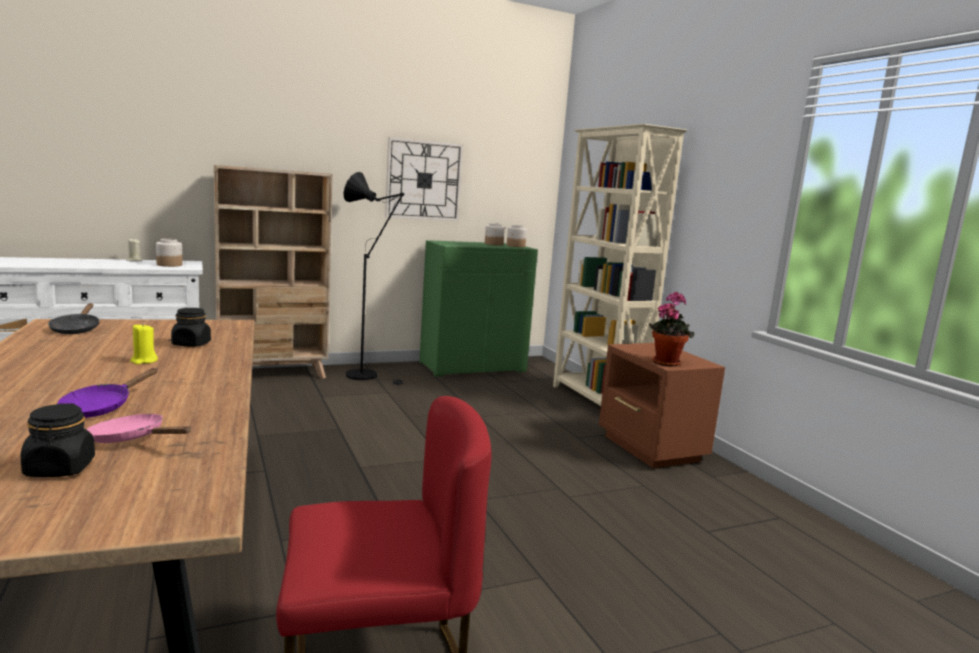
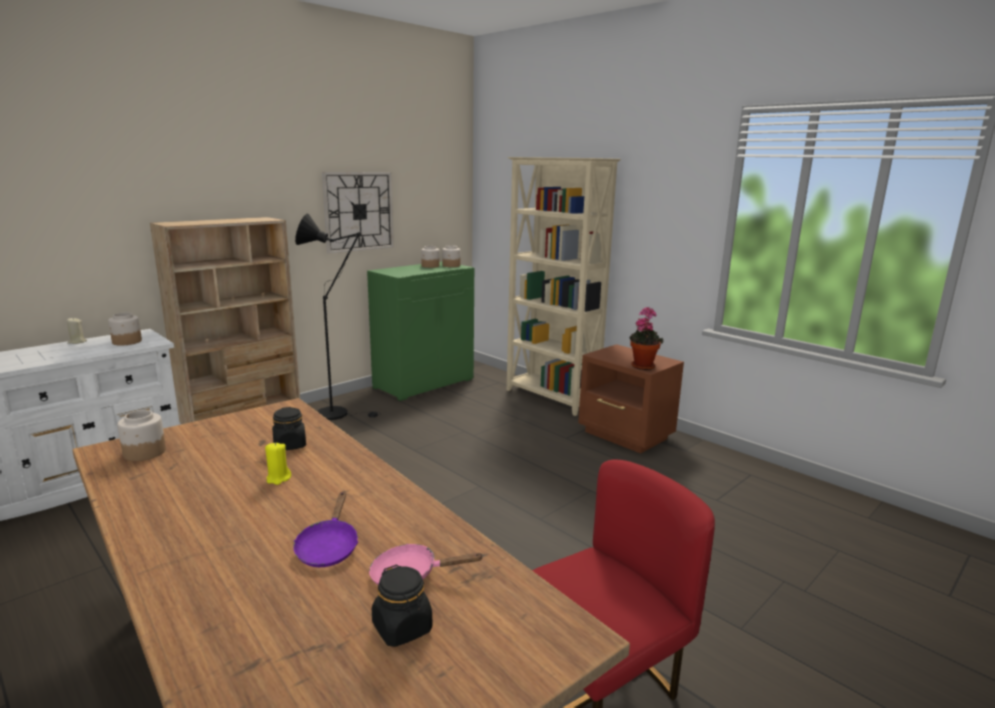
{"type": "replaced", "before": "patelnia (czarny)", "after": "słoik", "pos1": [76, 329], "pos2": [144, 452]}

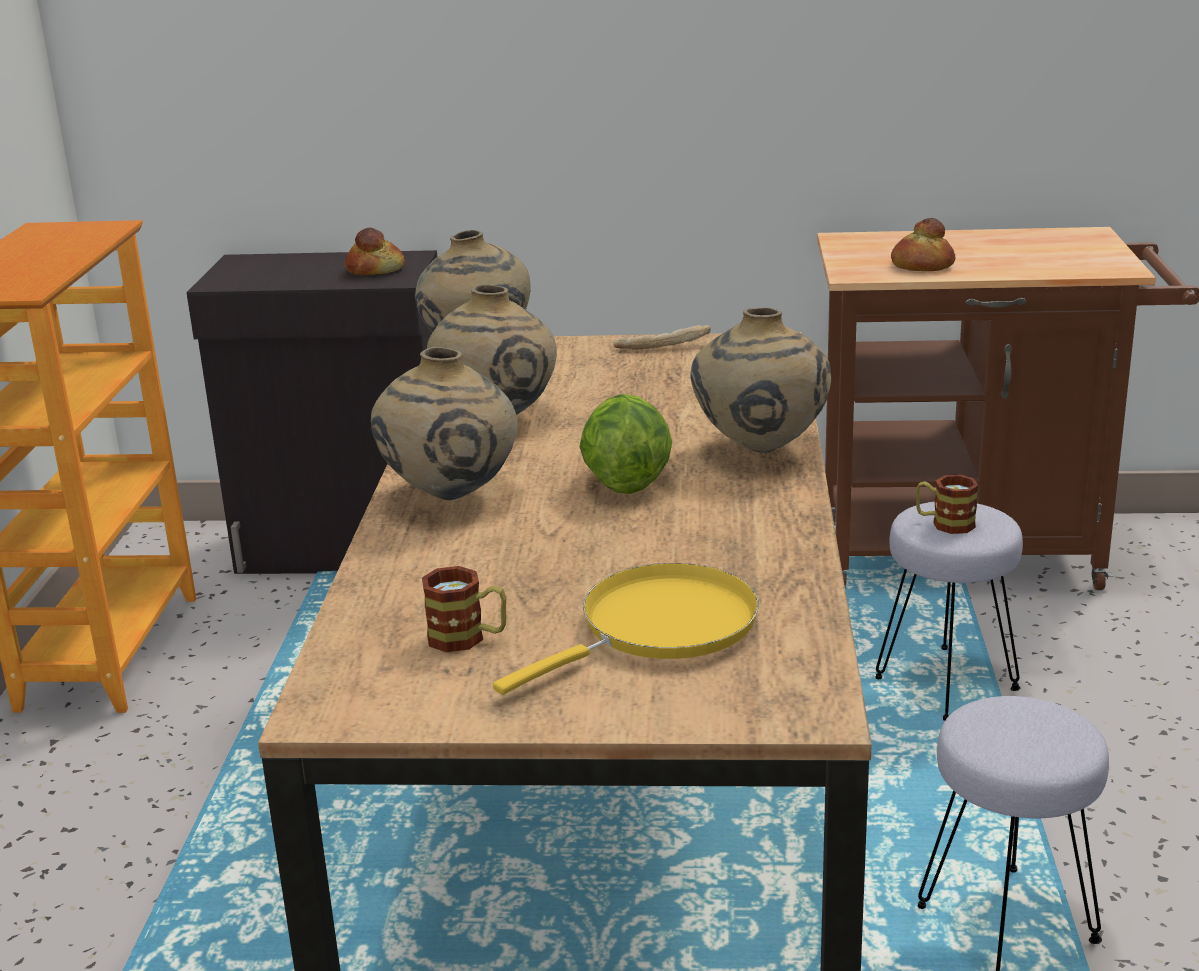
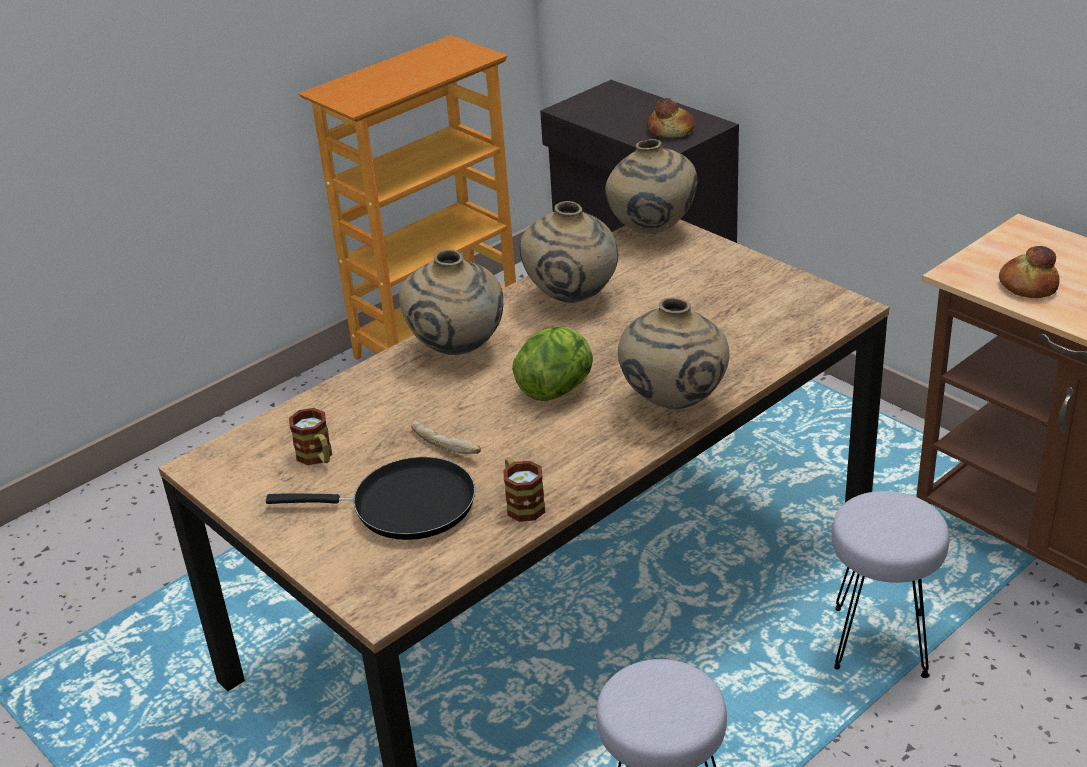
{"type": "recoloured", "before": "patelnia (żółty)", "after": "patelnia (czarny)", "pos1": [659, 628], "pos2": [405, 506]}
{"type": "moved", "before": "chleb", "pos1": [661, 346], "pos2": [446, 445]}
{"type": "moved", "before": "kubek", "pos1": [944, 523], "pos2": [522, 503]}

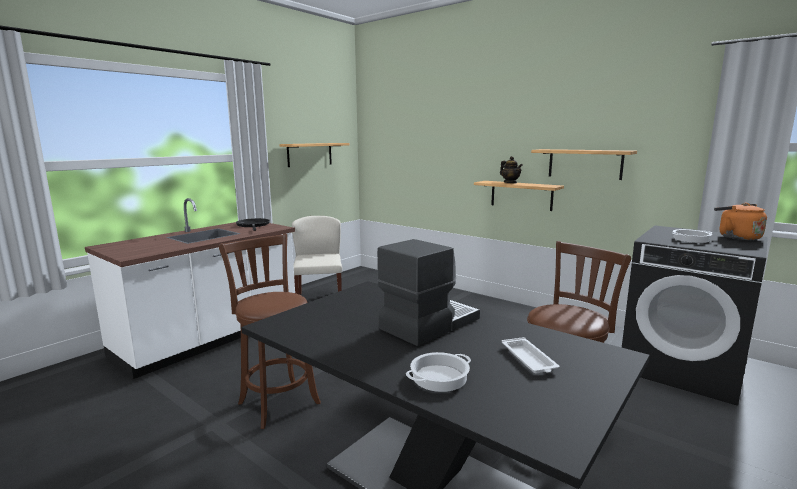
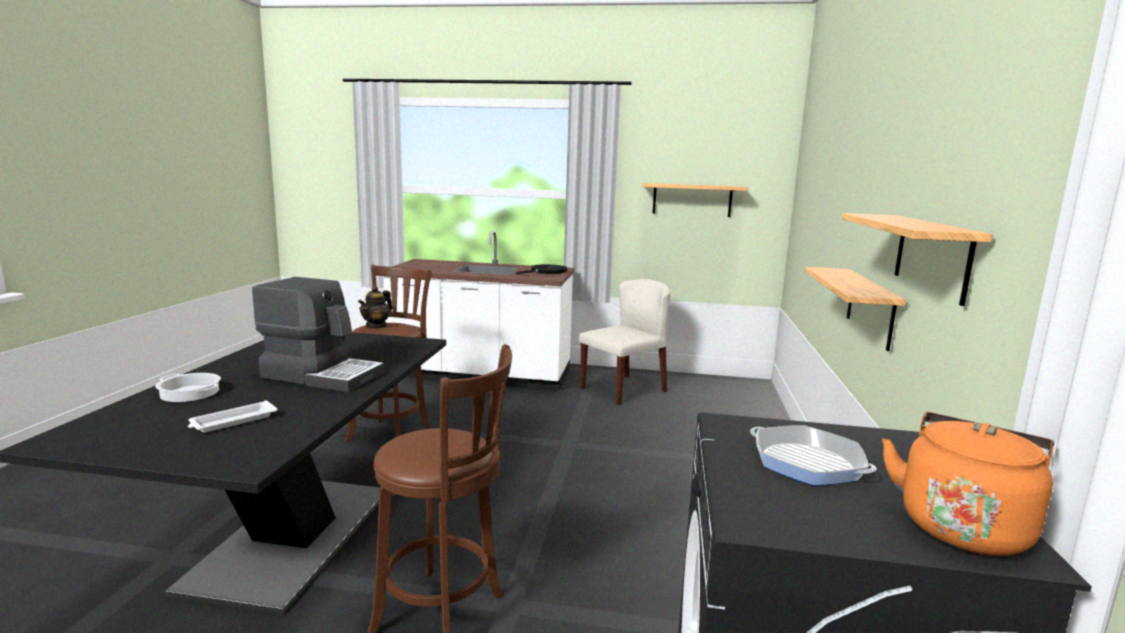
{"type": "moved", "before": "imbryk", "pos1": [510, 183], "pos2": [376, 326]}
{"type": "replaced", "before": "garnek", "after": "patelnia", "pos1": [691, 239], "pos2": [807, 463]}

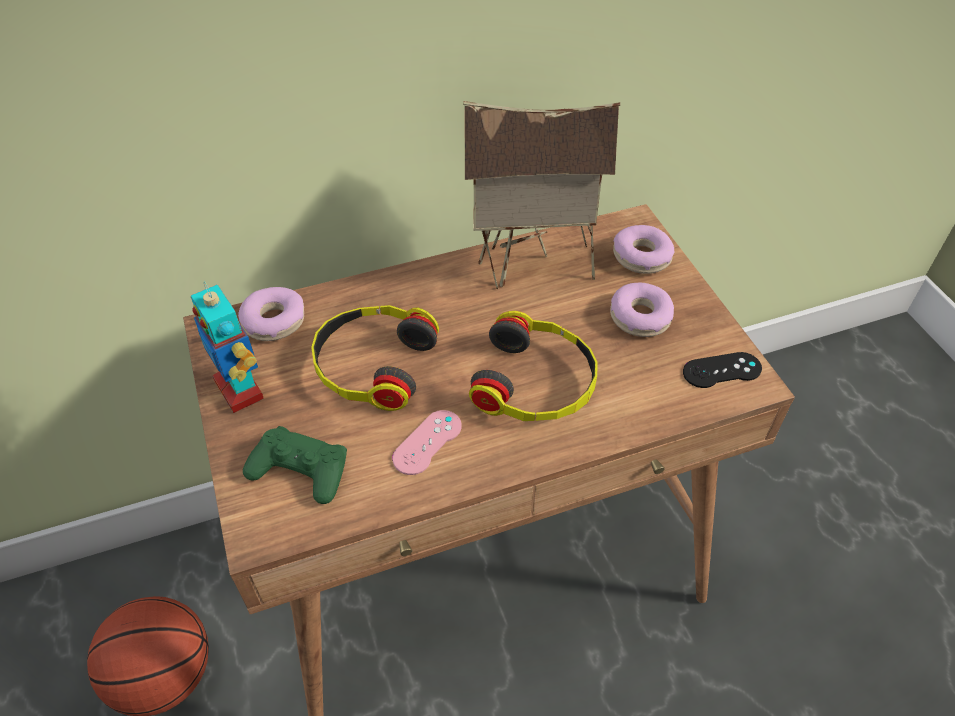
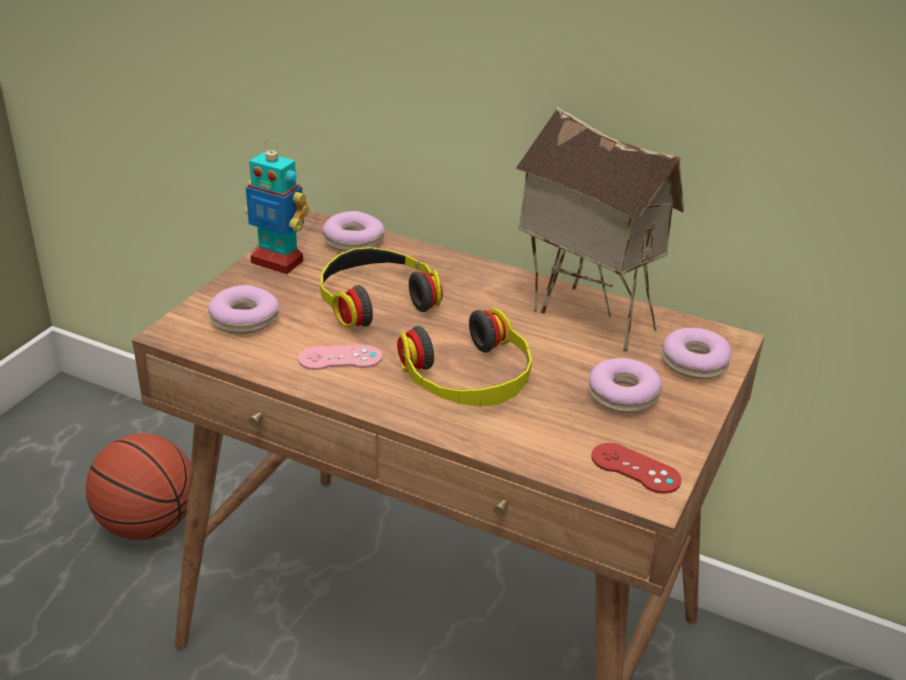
{"type": "turned", "before": "robot zabawkowy", "pos1": [240, 389], "pos2": [278, 261], "turn": -75}
{"type": "replaced", "before": "pad do gier (zielony)", "after": "donut", "pos1": [300, 470], "pos2": [244, 319]}
{"type": "recoloured", "before": "pad do gier (czarny)", "after": "pad do gier (czerwony)", "pos1": [722, 370], "pos2": [635, 468]}

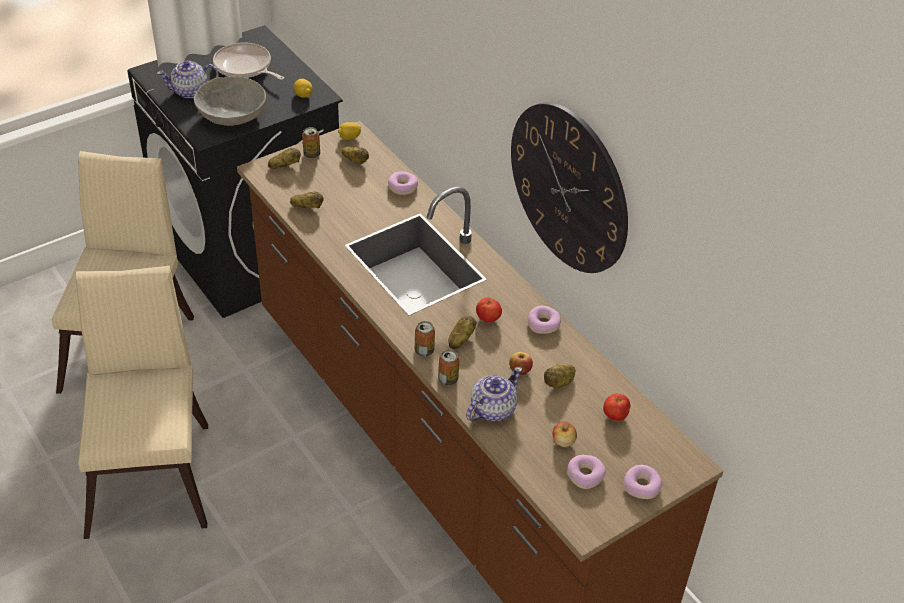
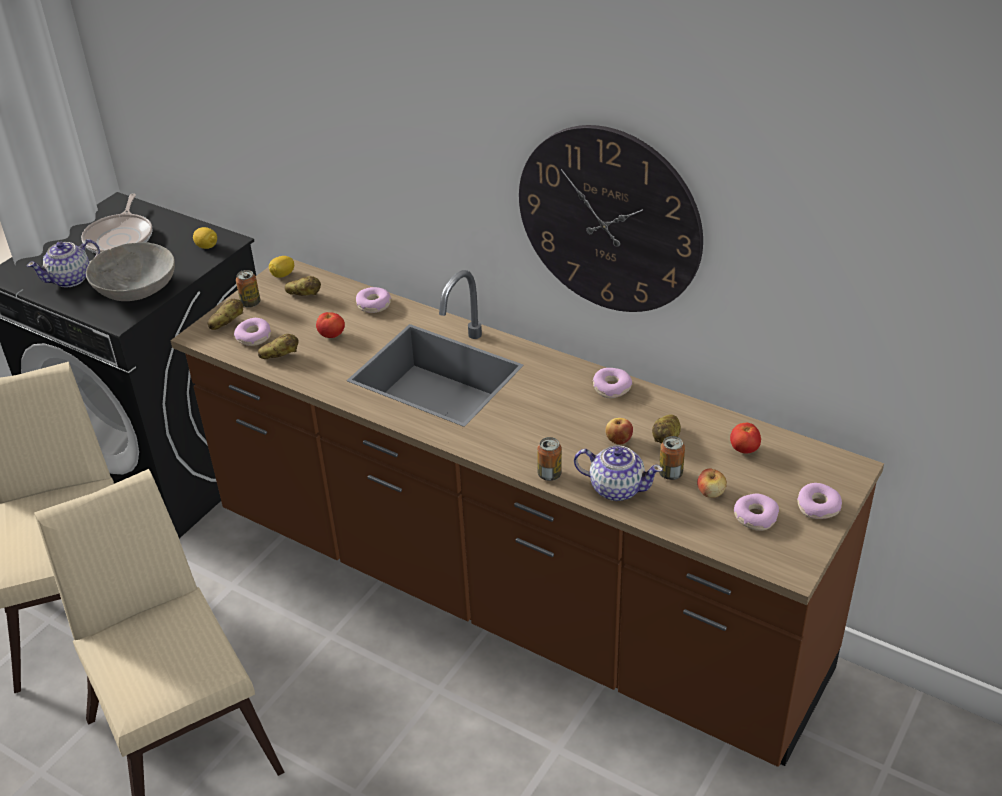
{"type": "turned", "before": "patelnia", "pos1": [245, 67], "pos2": [120, 238], "turn": -105}
{"type": "moved", "before": "puszka", "pos1": [424, 350], "pos2": [670, 473]}
{"type": "removed", "before": "ziemniak", "pos1": [460, 339]}
{"type": "turned", "before": "imbryk", "pos1": [492, 409], "pos2": [616, 488], "turn": 90}
{"type": "moved", "before": "pomidor", "pos1": [488, 319], "pos2": [332, 335]}
{"type": "added", "after": "donut", "pos2": [254, 337]}

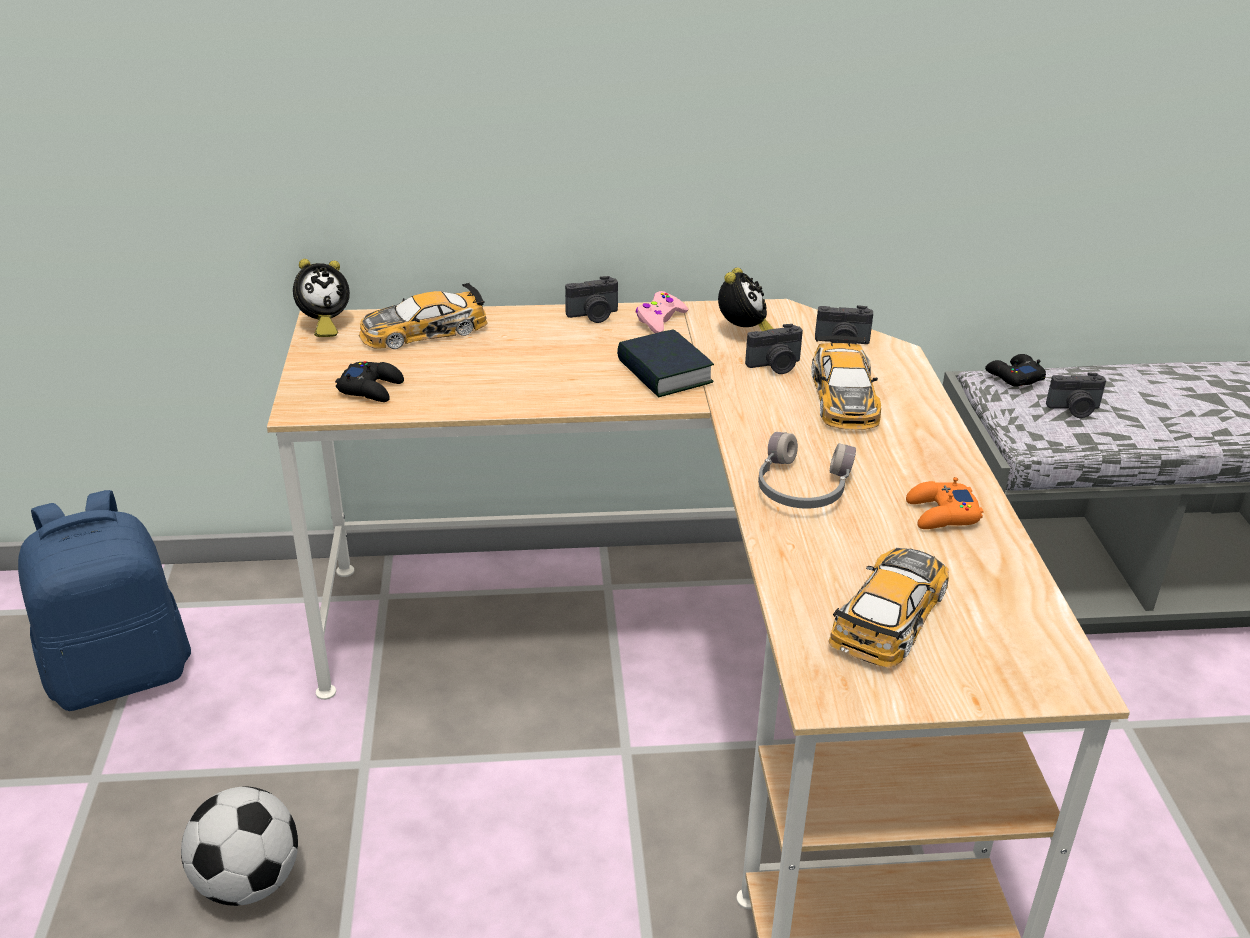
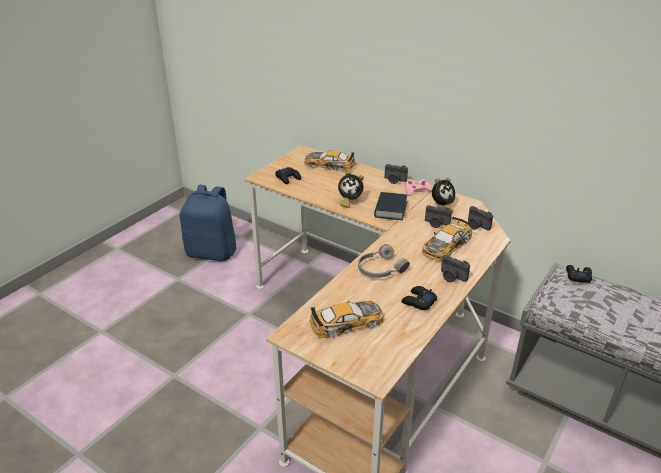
{"type": "removed", "before": "piłka futbolowa", "pos1": [248, 882]}
{"type": "moved", "before": "budzik", "pos1": [323, 325], "pos2": [349, 201]}
{"type": "recoloured", "before": "pad do gier (pomarańczowy)", "after": "pad do gier (czarny)", "pos1": [941, 514], "pos2": [418, 301]}
{"type": "moved", "before": "aparat fotograficzny", "pos1": [1074, 410], "pos2": [452, 277]}

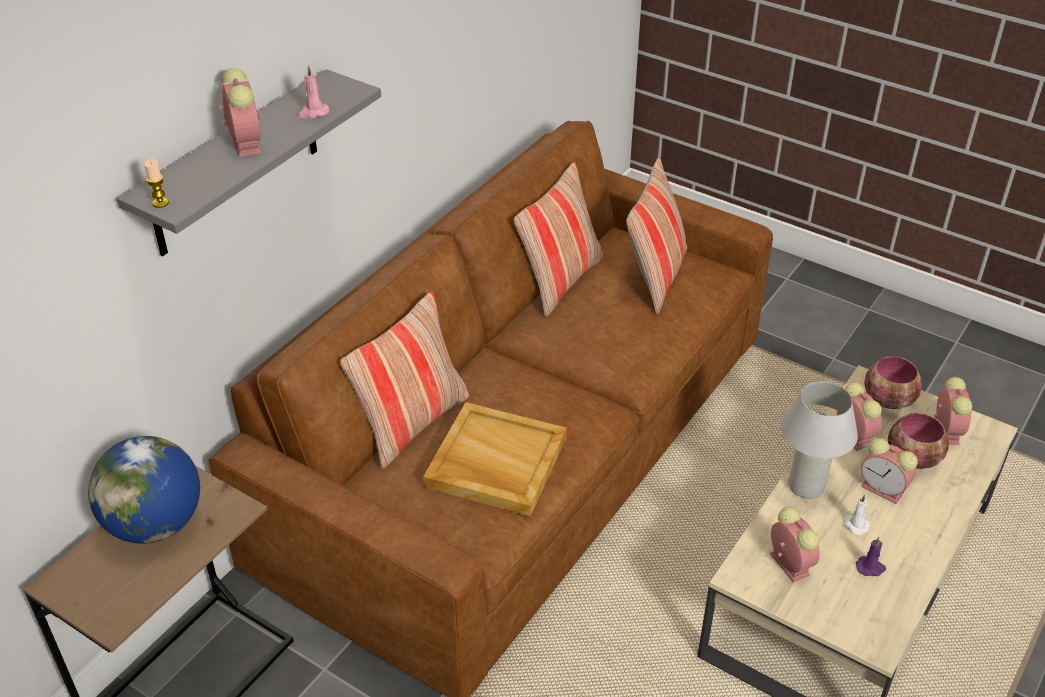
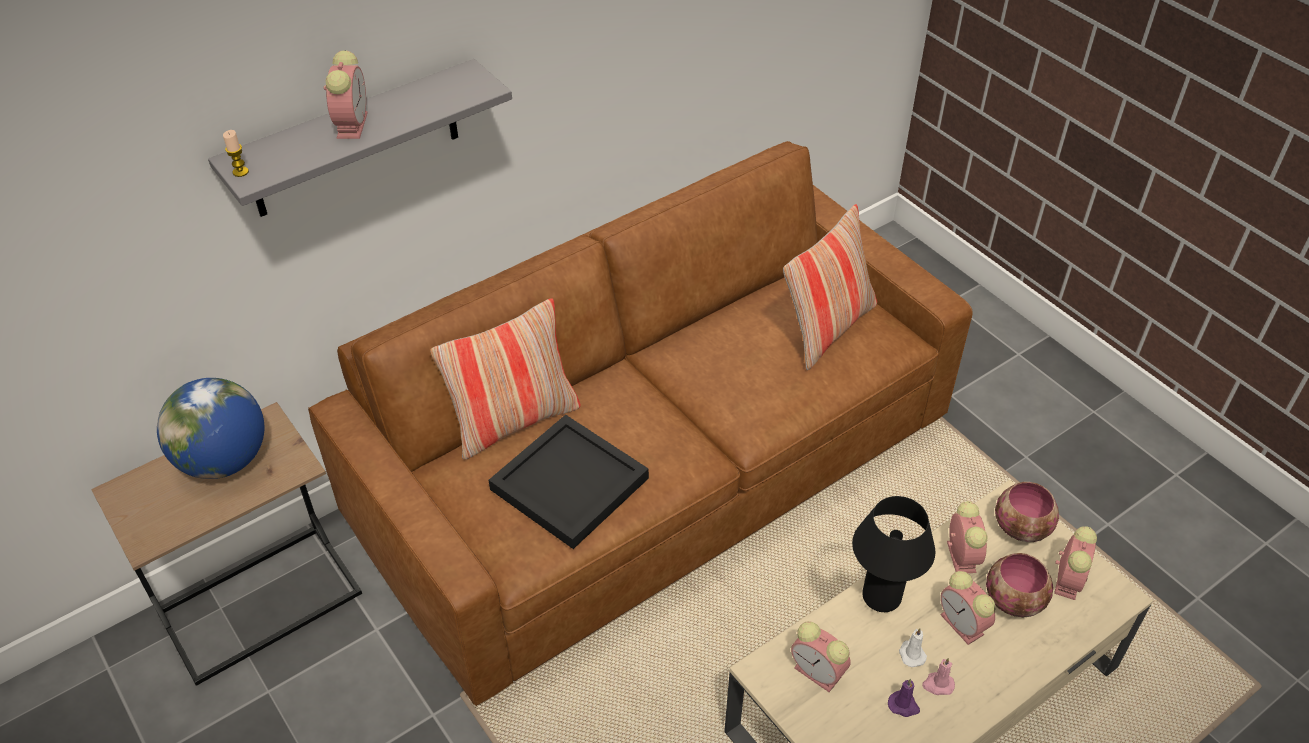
{"type": "moved", "before": "świeca (różowy)", "pos1": [313, 112], "pos2": [937, 684]}
{"type": "recoloured", "before": "taca (beżowy)", "after": "taca (czarny)", "pos1": [495, 462], "pos2": [568, 484]}
{"type": "removed", "before": "poduszka", "pos1": [560, 281]}
{"type": "turned", "before": "budzik", "pos1": [788, 563], "pos2": [819, 673], "turn": 135}
{"type": "recoloured", "before": "lampa stołowa (biały)", "after": "lampa stołowa (czarny)", "pos1": [806, 486], "pos2": [881, 597]}

